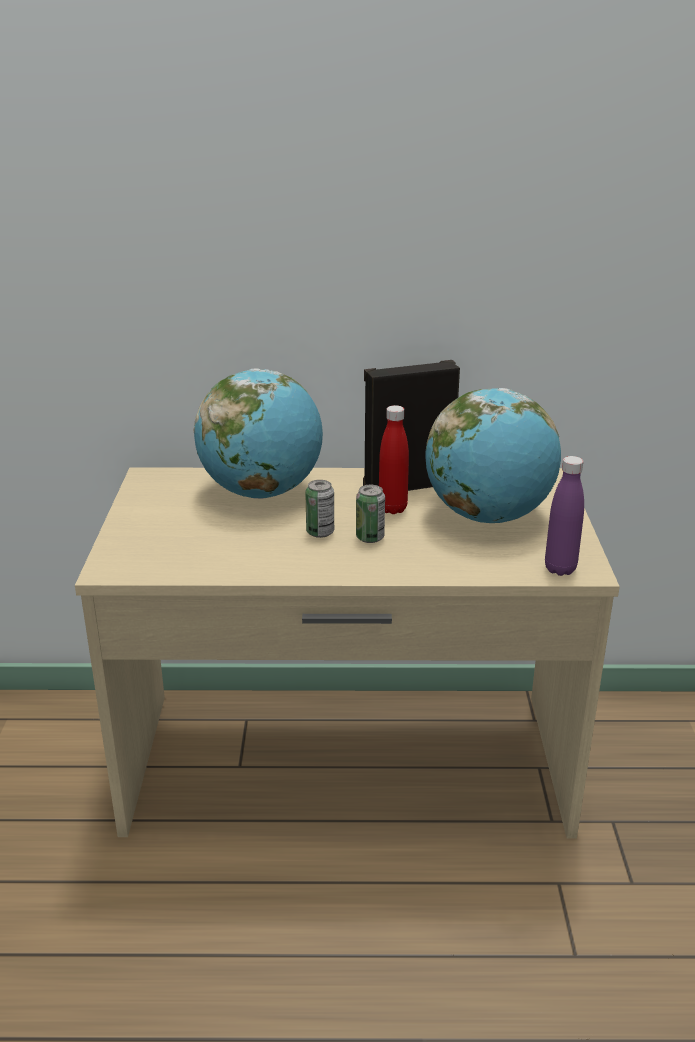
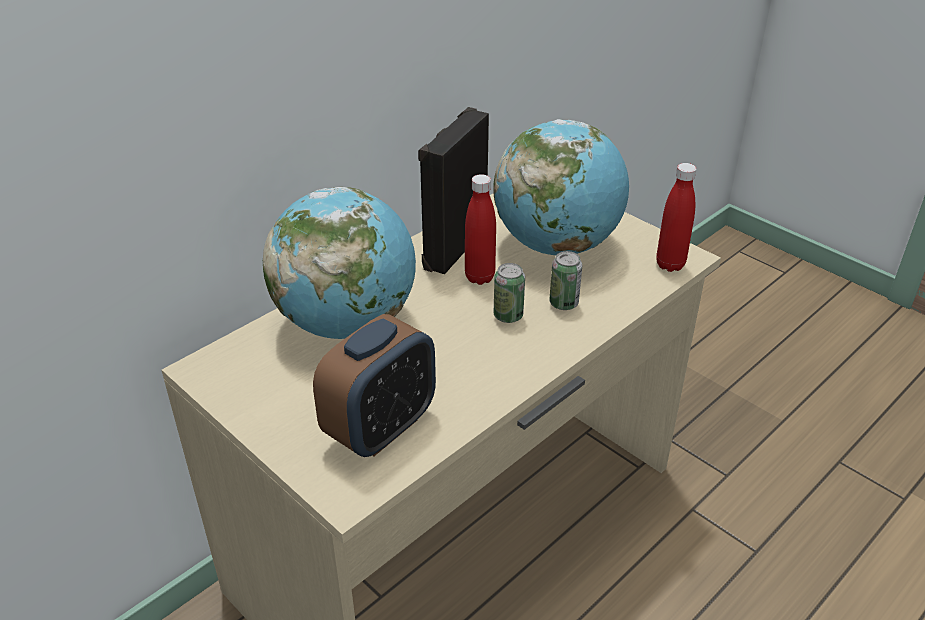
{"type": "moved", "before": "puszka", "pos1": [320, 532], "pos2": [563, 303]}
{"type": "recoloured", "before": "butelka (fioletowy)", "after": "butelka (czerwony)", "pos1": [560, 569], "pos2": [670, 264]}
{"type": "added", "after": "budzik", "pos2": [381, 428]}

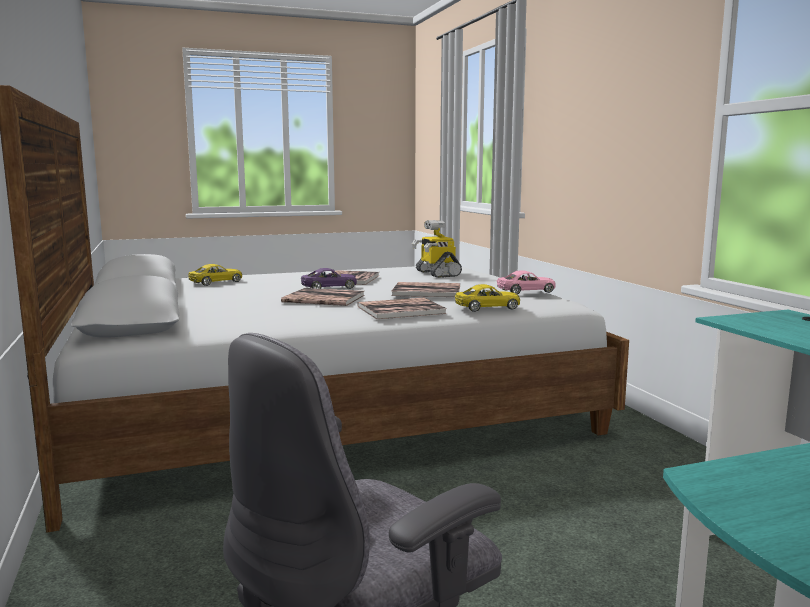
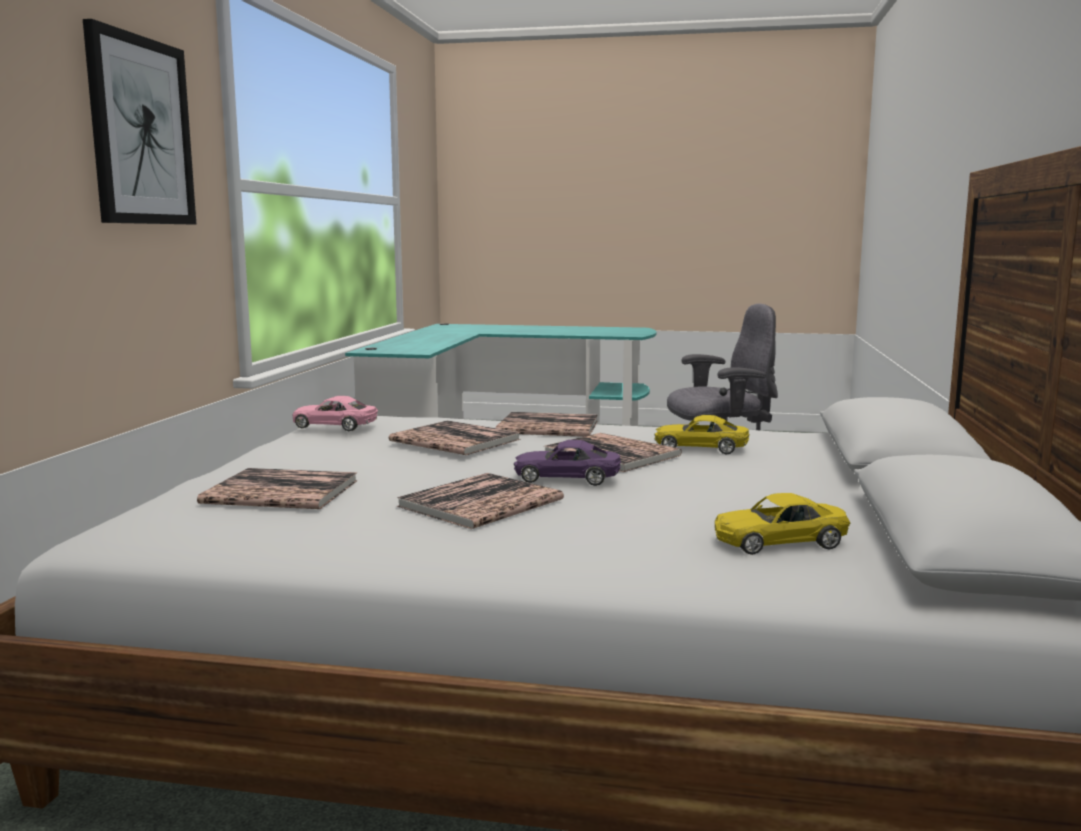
{"type": "replaced", "before": "robot zabawkowy", "after": "książka", "pos1": [436, 273], "pos2": [281, 492]}
{"type": "moved", "before": "samochodzik (żółty)", "pos1": [487, 307], "pos2": [700, 448]}
{"type": "added", "after": "obraz", "pos2": [140, 131]}

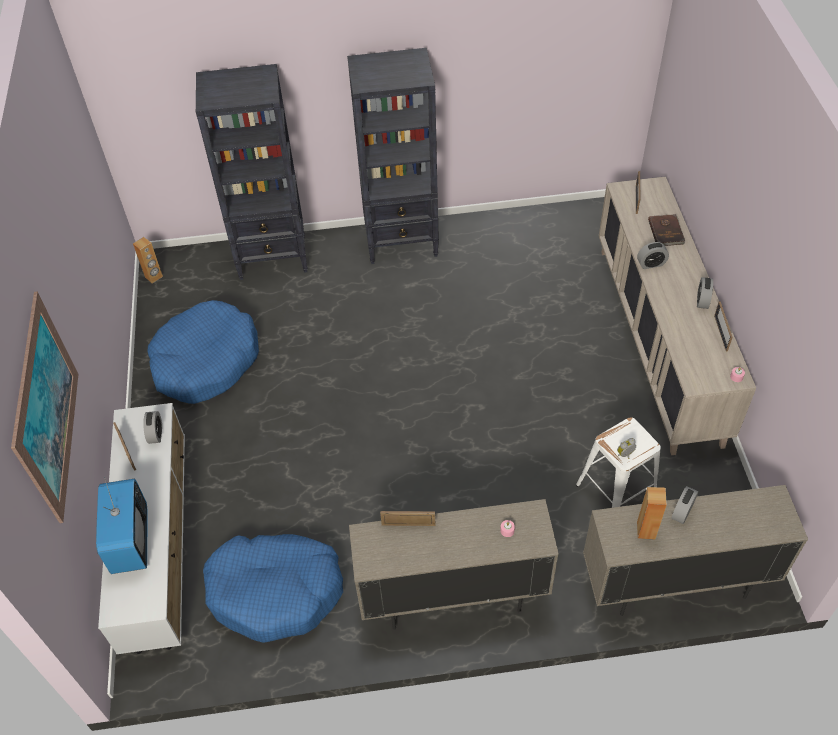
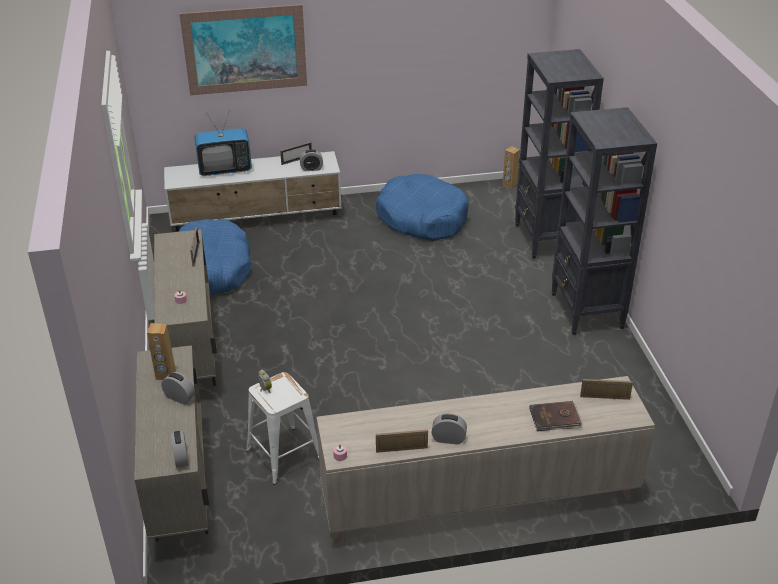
{"type": "moved", "before": "budzik", "pos1": [651, 264], "pos2": [181, 458]}

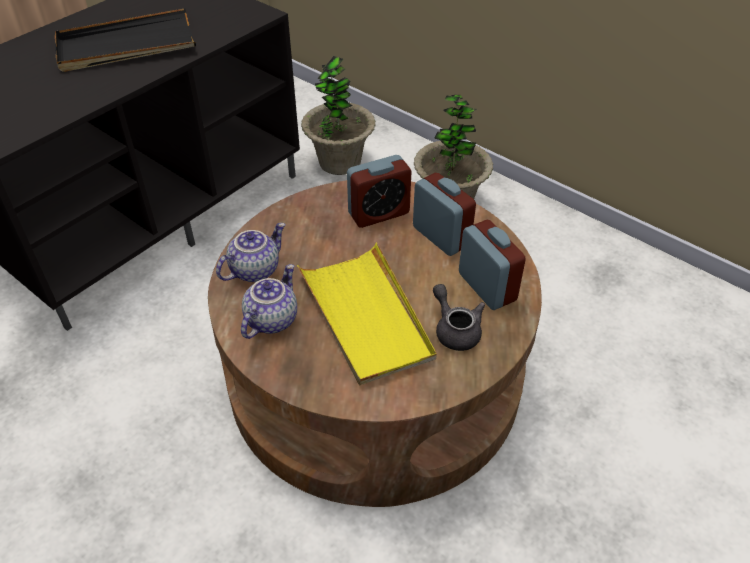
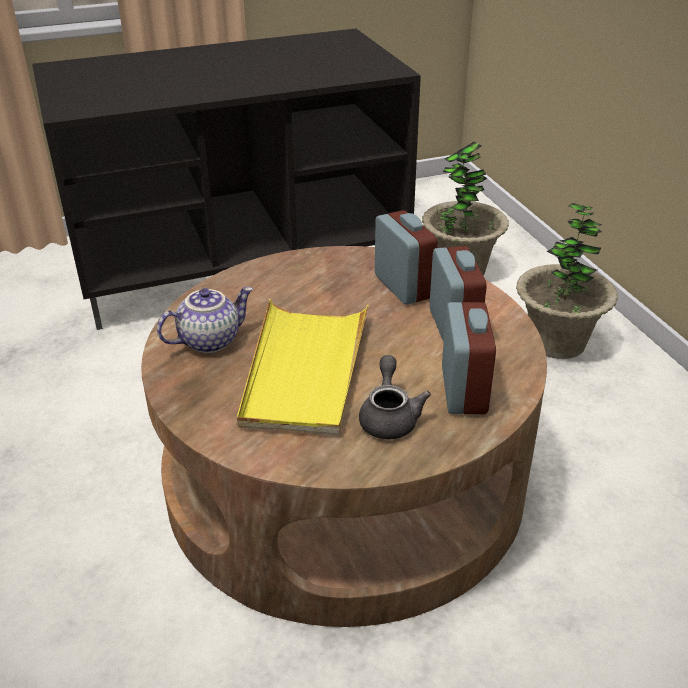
{"type": "removed", "before": "taca (czarny)", "pos1": [126, 46]}
{"type": "removed", "before": "imbryk", "pos1": [254, 269]}
{"type": "turned", "before": "budzik", "pos1": [378, 213], "pos2": [403, 286], "turn": -120}

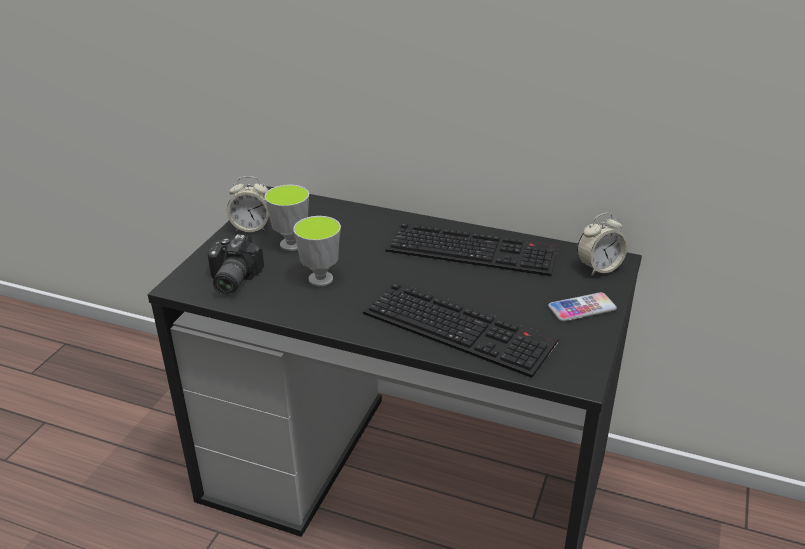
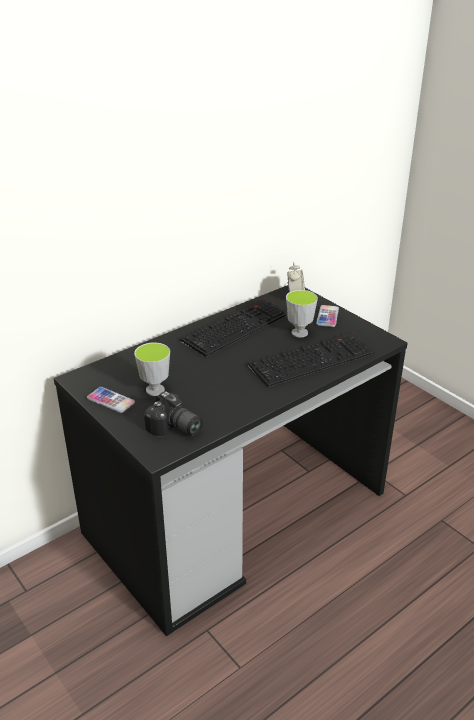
{"type": "replaced", "before": "budzik", "after": "telefon", "pos1": [252, 227], "pos2": [111, 400]}
{"type": "moved", "before": "filiżanka", "pos1": [320, 279], "pos2": [299, 333]}

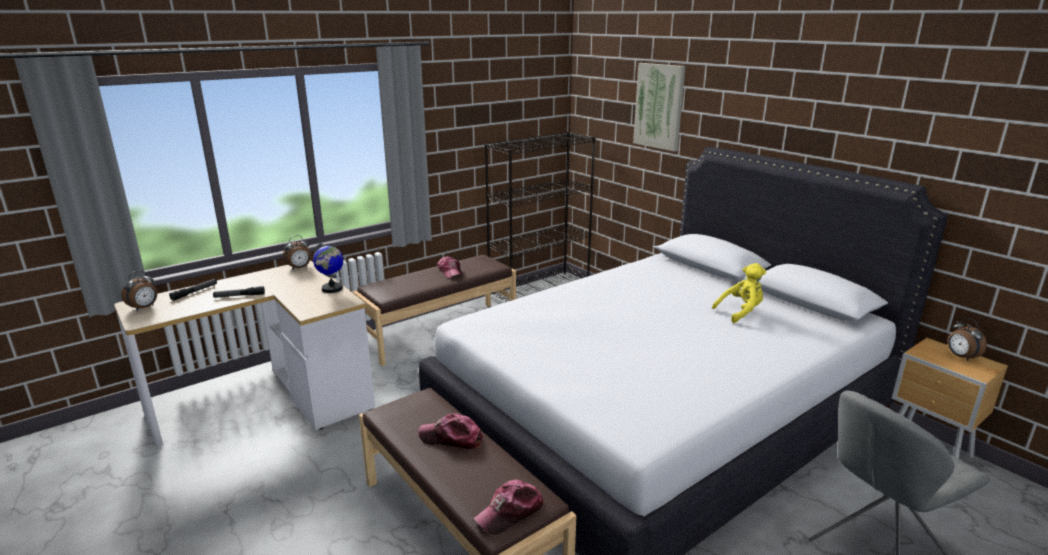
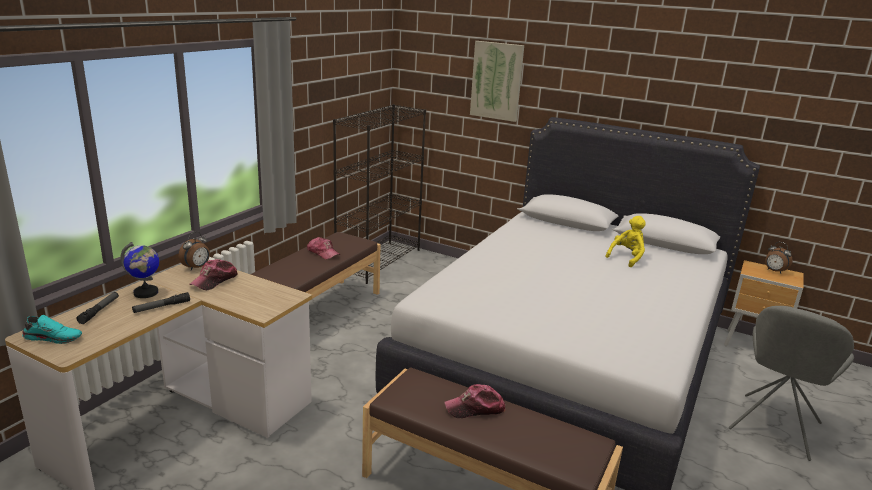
{"type": "replaced", "before": "budzik", "after": "but (turkusowy)", "pos1": [144, 308], "pos2": [54, 337]}
{"type": "moved", "before": "globus", "pos1": [332, 289], "pos2": [146, 293]}
{"type": "moved", "before": "czapka z daszkiem", "pos1": [510, 512], "pos2": [214, 280]}

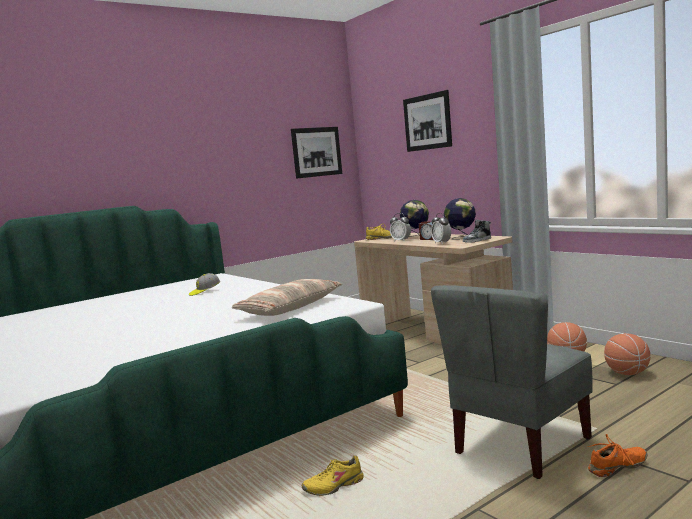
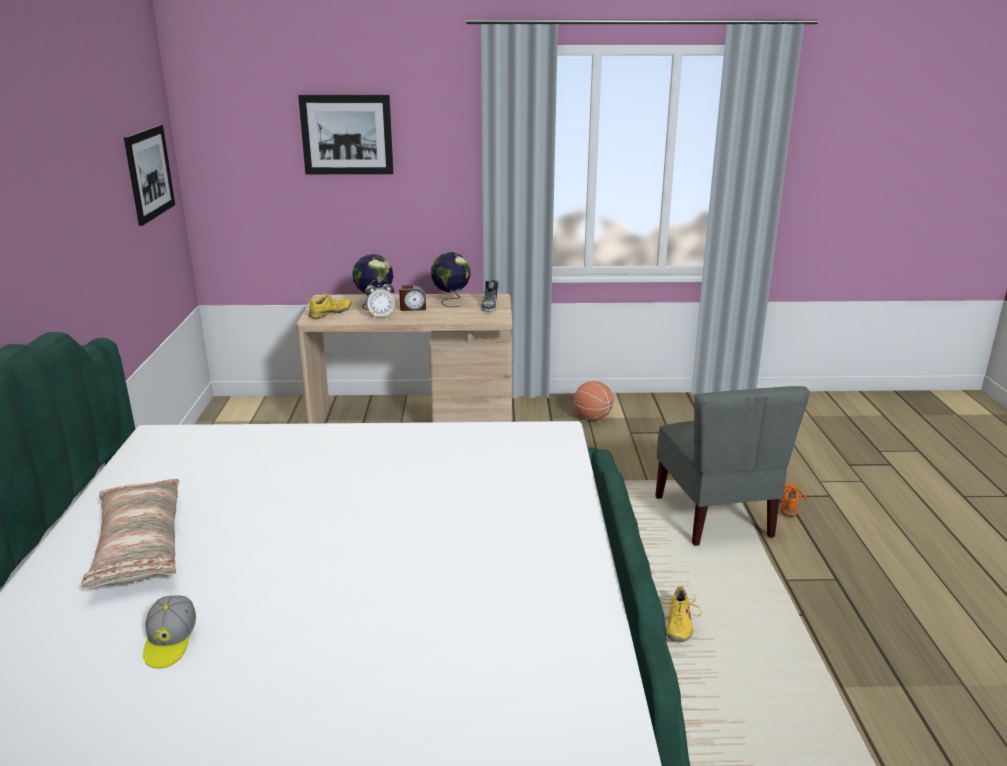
{"type": "moved", "before": "czapka z daszkiem", "pos1": [204, 292], "pos2": [170, 642]}
{"type": "moved", "before": "poduszka", "pos1": [290, 308], "pos2": [138, 546]}
{"type": "removed", "before": "budzik", "pos1": [441, 243]}
{"type": "removed", "before": "piłka do koszykówki", "pos1": [627, 373]}

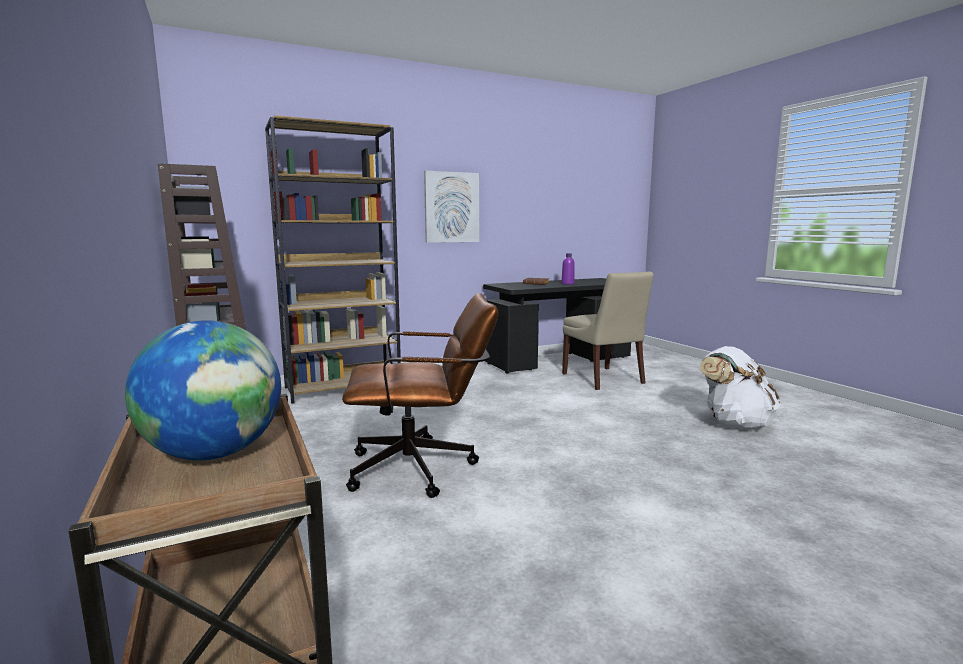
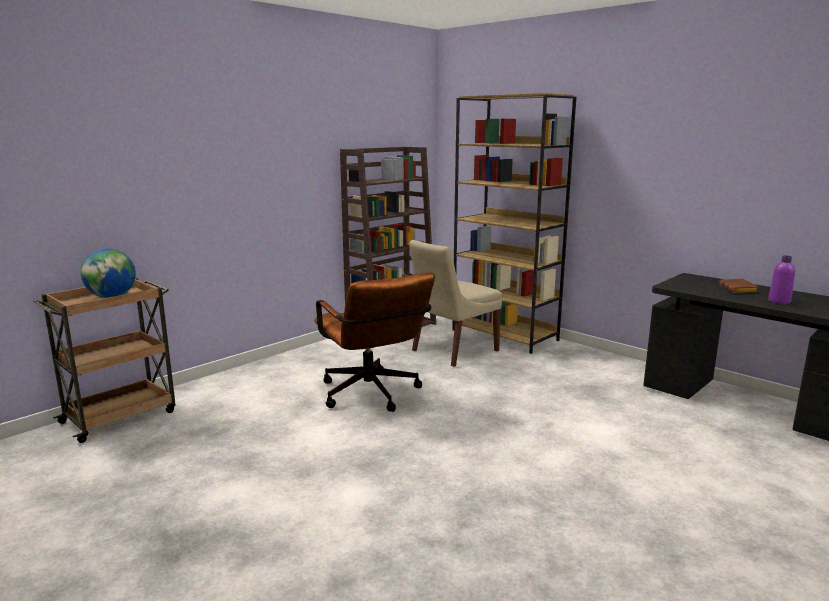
{"type": "removed", "before": "obraz", "pos1": [451, 207]}
{"type": "moved", "before": "krzesło (beżowy)", "pos1": [604, 379], "pos2": [453, 351]}
{"type": "removed", "before": "plecak (biały)", "pos1": [734, 423]}

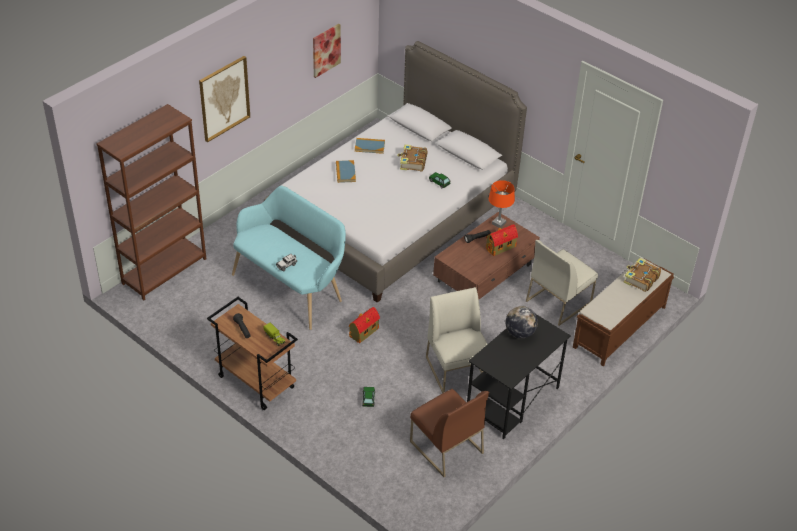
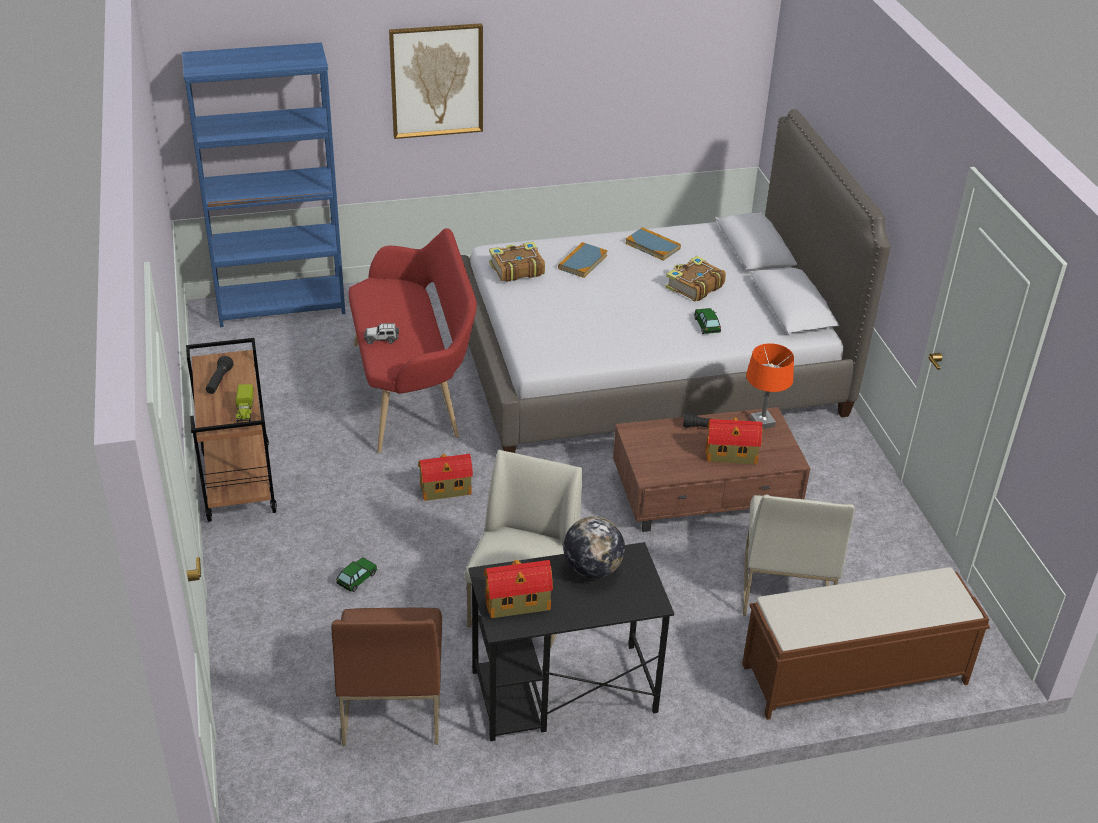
{"type": "recoloured", "before": "regał (brązowy)", "after": "regał (niebieski)", "pos1": [164, 271], "pos2": [281, 306]}
{"type": "recoloured", "before": "ławka (turkusowy)", "after": "ławka (czerwony)", "pos1": [291, 286], "pos2": [413, 390]}
{"type": "removed", "before": "obraz", "pos1": [326, 50]}
{"type": "turned", "before": "krzesło (biały)", "pos1": [558, 301], "pos2": [785, 586], "turn": -75}
{"type": "moved", "before": "książka", "pos1": [640, 279], "pos2": [516, 269]}
{"type": "added", "after": "domek", "pos2": [519, 603]}

